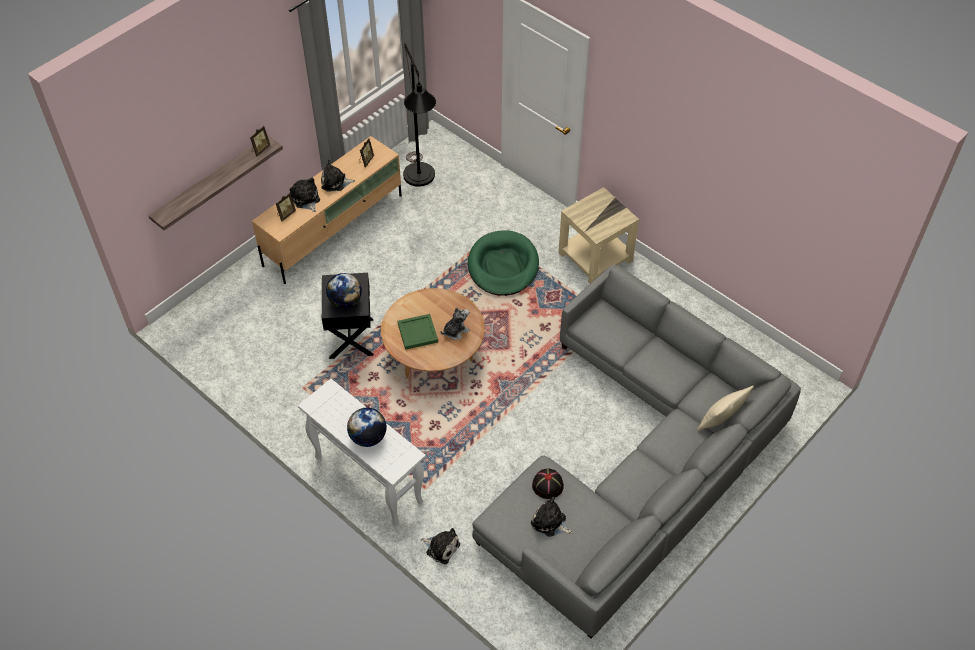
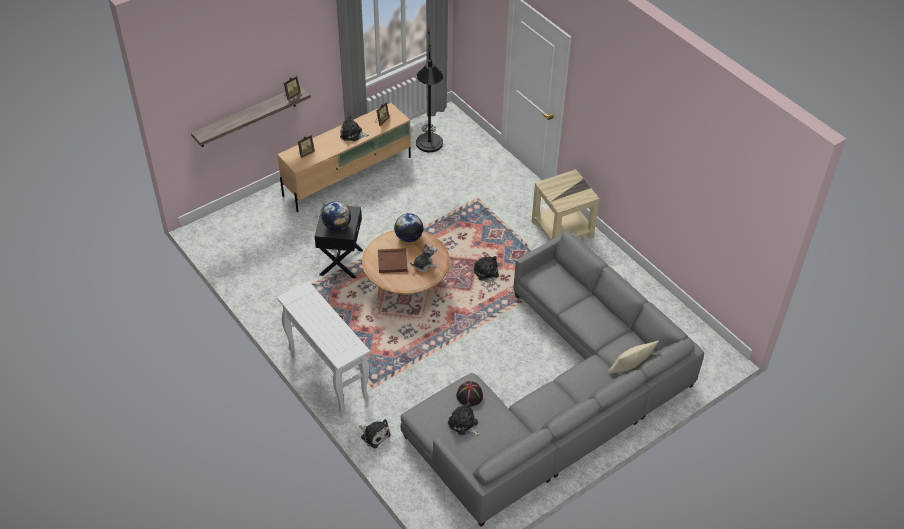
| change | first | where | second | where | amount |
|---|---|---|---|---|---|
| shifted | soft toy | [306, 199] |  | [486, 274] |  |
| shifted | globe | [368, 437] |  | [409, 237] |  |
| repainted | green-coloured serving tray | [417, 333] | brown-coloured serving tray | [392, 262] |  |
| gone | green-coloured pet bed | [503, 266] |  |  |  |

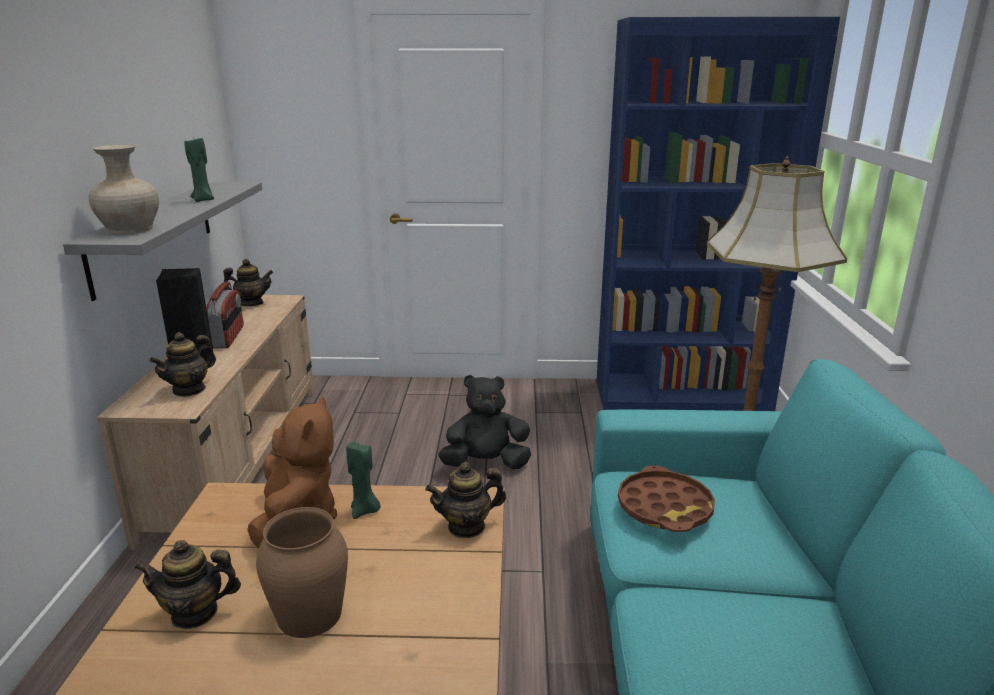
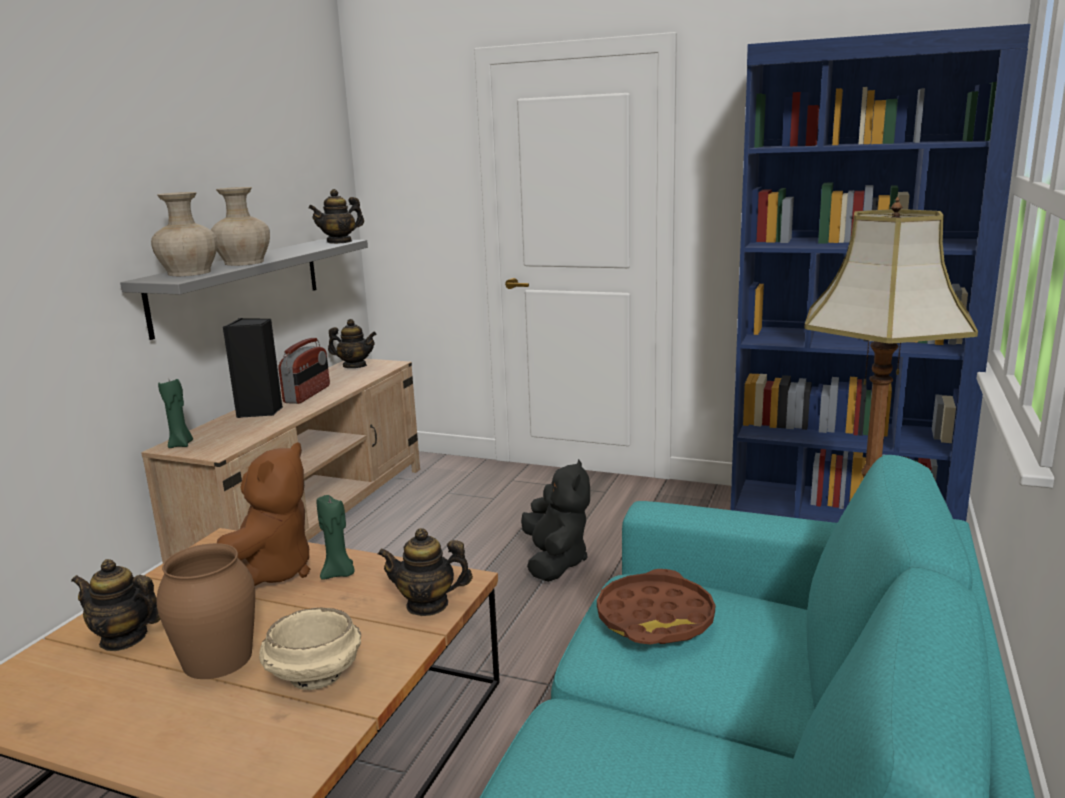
| change | first | where | second | where | amount |
|---|---|---|---|---|---|
| shifted | tea pot | [189, 389] |  | [339, 242] |  |
| shifted | green-coloured candle | [203, 200] |  | [181, 445] |  |
| rotated | black-coloured soft toy | [486, 463] |  | [555, 562] | 75 degrees clockwise |
| new |  |  | beige vase | [245, 263] |  |
| new |  |  | beige bowl | [314, 677] |  |

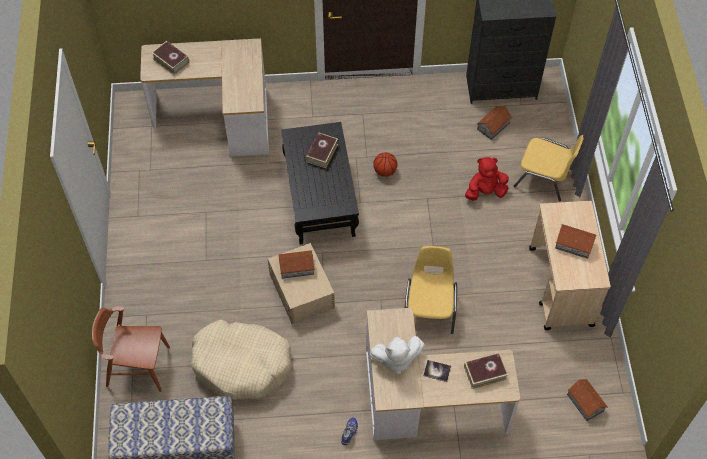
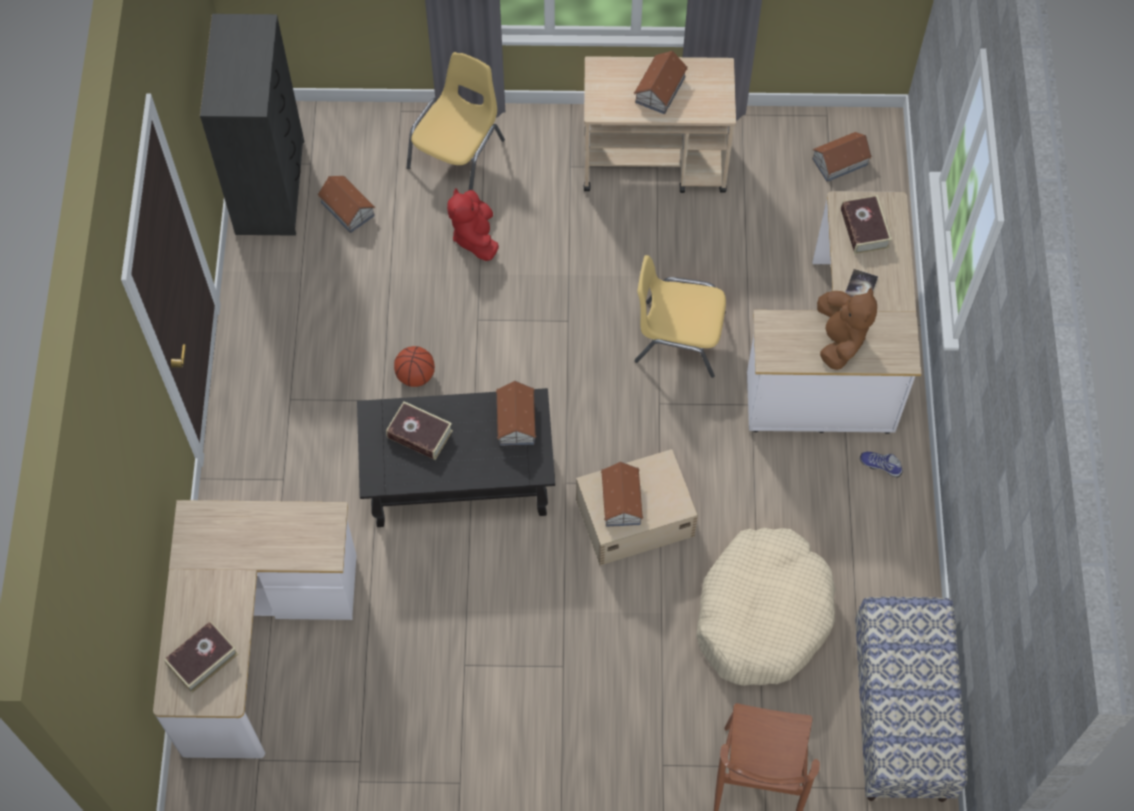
| change | first | where | second | where | amount |
|---|---|---|---|---|---|
| repainted | white soft toy | [396, 359] | brown-coloured soft toy | [840, 339] |  |
| new |  |  | toy house | [515, 421] |  |

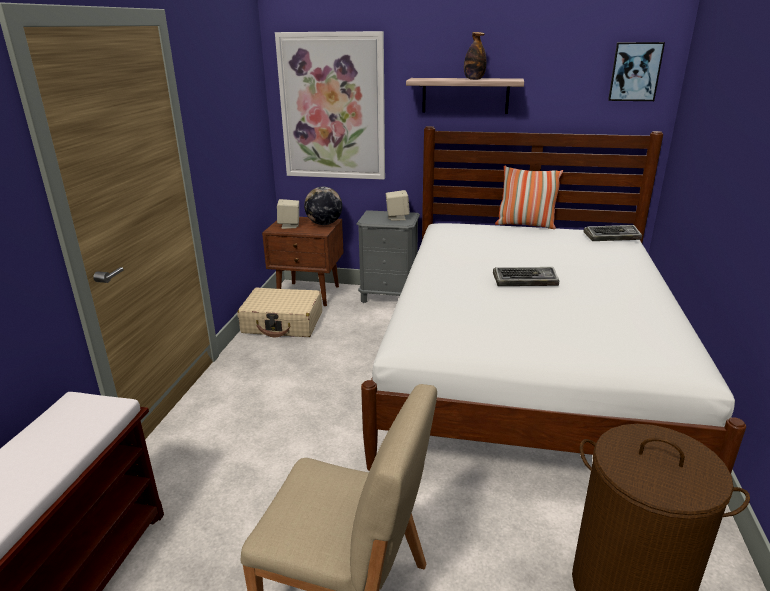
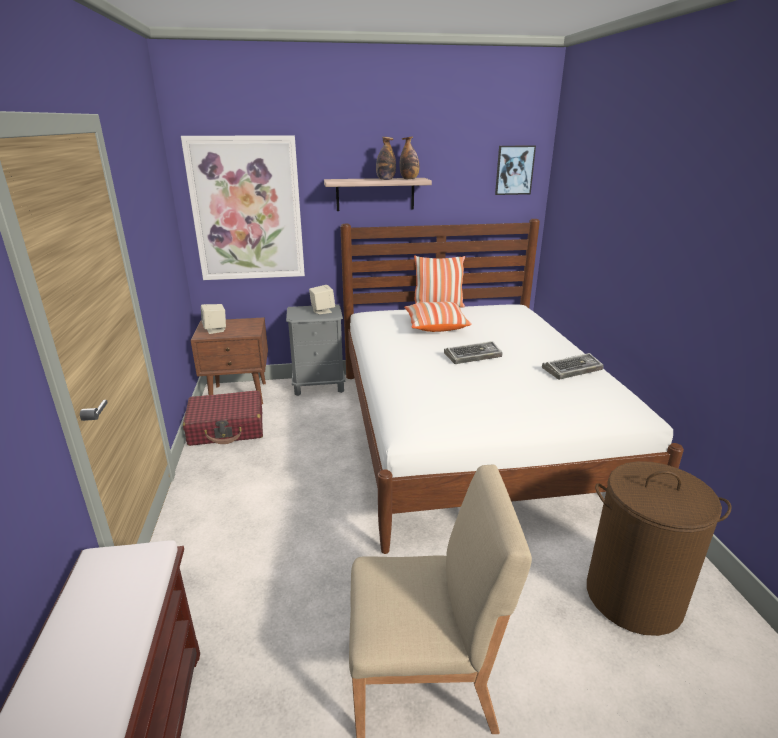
| change | first | where | second | where | amount |
|---|---|---|---|---|---|
| repainted | beige piece of luggage | [283, 323] | reddish piece of luggage | [227, 428] |  |
| gone | globe | [324, 224] |  |  |  |
| shifted | computer keyboard | [612, 237] |  | [572, 370] |  |
| new |  |  | beverage bottle | [409, 179] |  |
| new |  |  | pillow | [435, 326] |  |

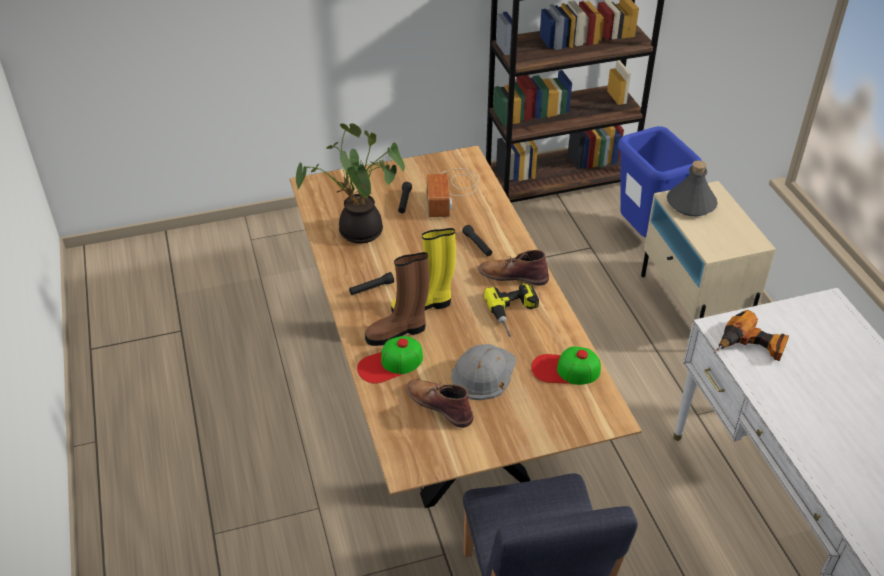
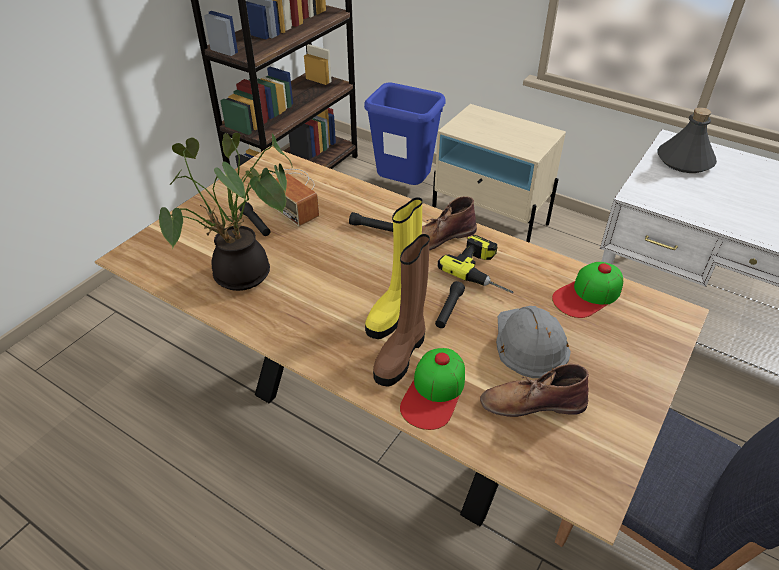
| change | first | where | second | where | amount |
|---|---|---|---|---|---|
| shifted | black-coloured flashlight | [371, 288] |  | [449, 310] |  |
| shifted | grey beverage bottle | [691, 204] |  | [685, 161] |  |
| gone | electric drill | [751, 347] |  |  |  |

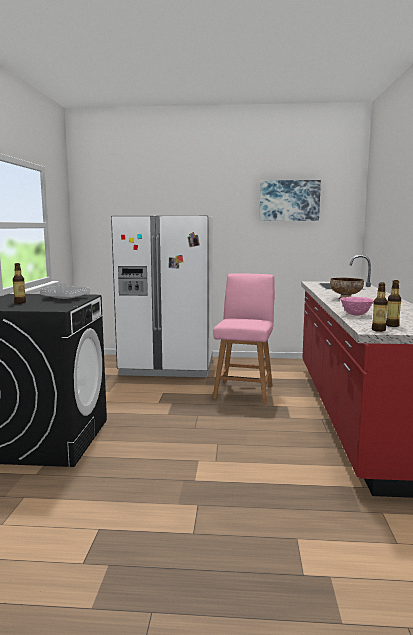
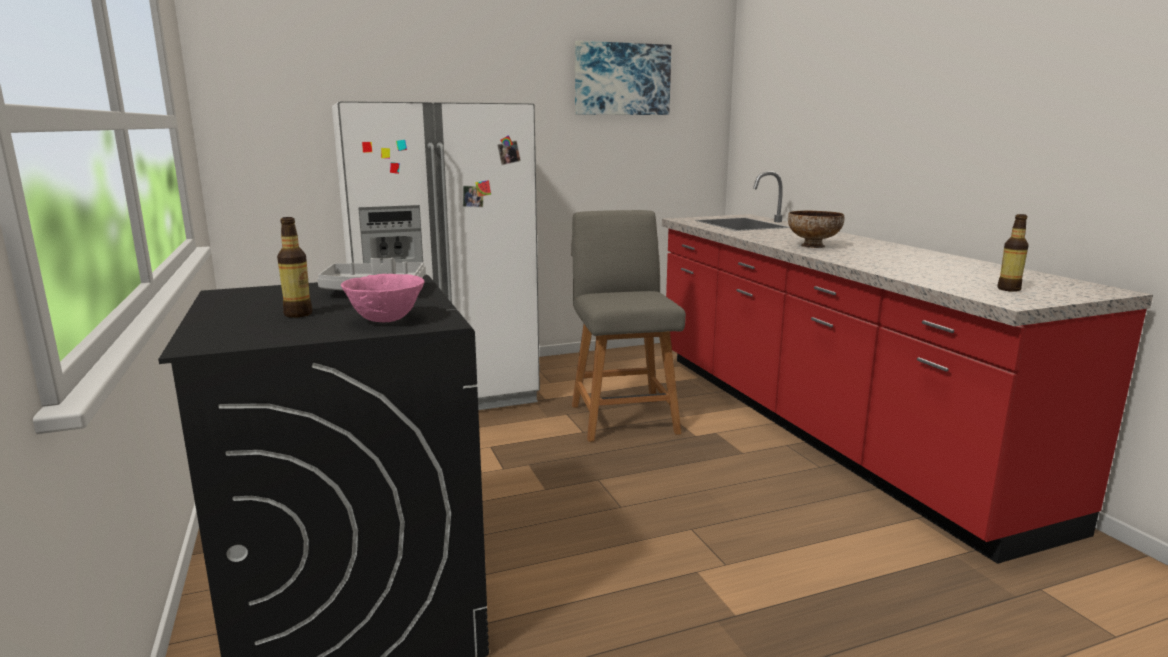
| change | first | where | second | where | amount |
|---|---|---|---|---|---|
| repainted | pink plain chair | [244, 391] | grey plain chair | [622, 417] |  |
| shifted | pink bowl | [356, 315] |  | [386, 320] |  |
| gone | beverage bottle | [378, 330] |  |  |  |

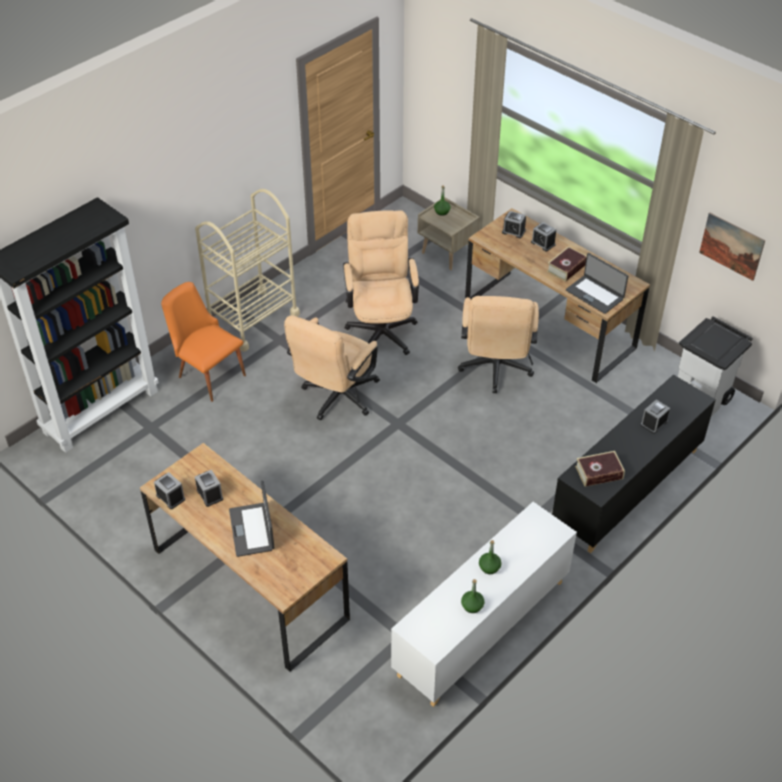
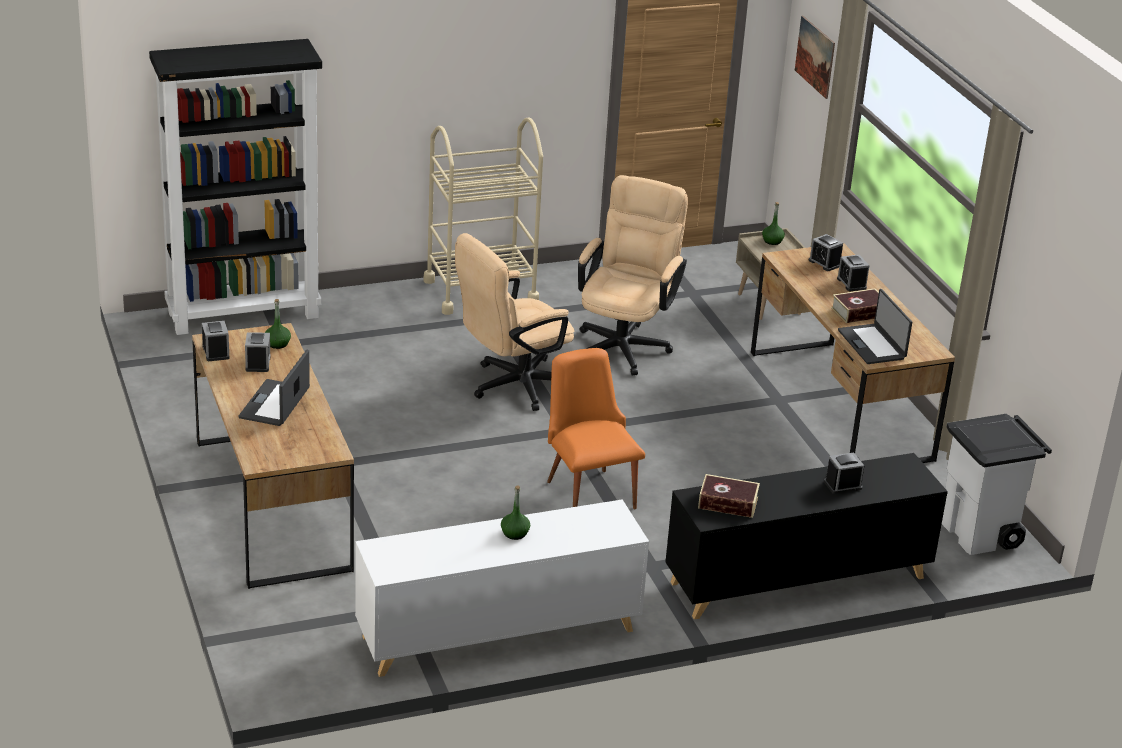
| change | first | where | second | where | amount |
|---|---|---|---|---|---|
| shifted | orange plain chair | [207, 373] |  | [587, 489] |  |
| gone | beige office chair | [495, 370] |  |  |  |
| shifted | green-coloured beverage bottle | [472, 606] |  | [277, 344] |  |
| shifted | picture | [731, 246] |  | [815, 56] |  |

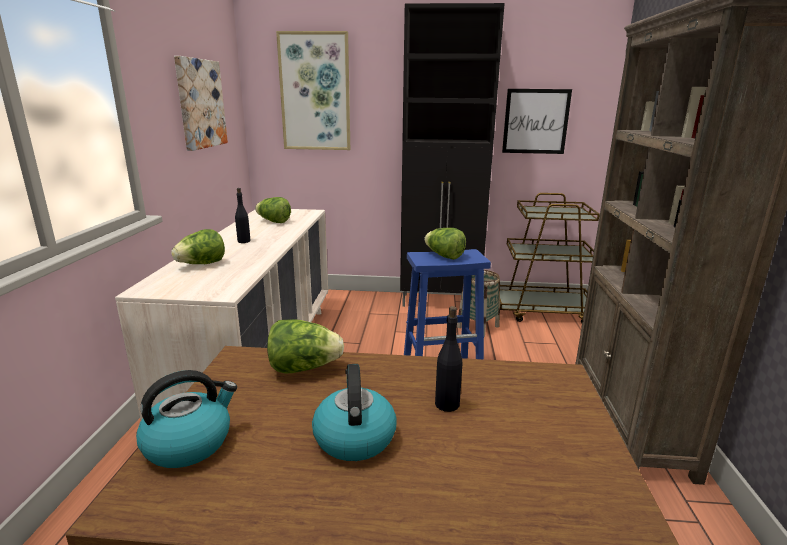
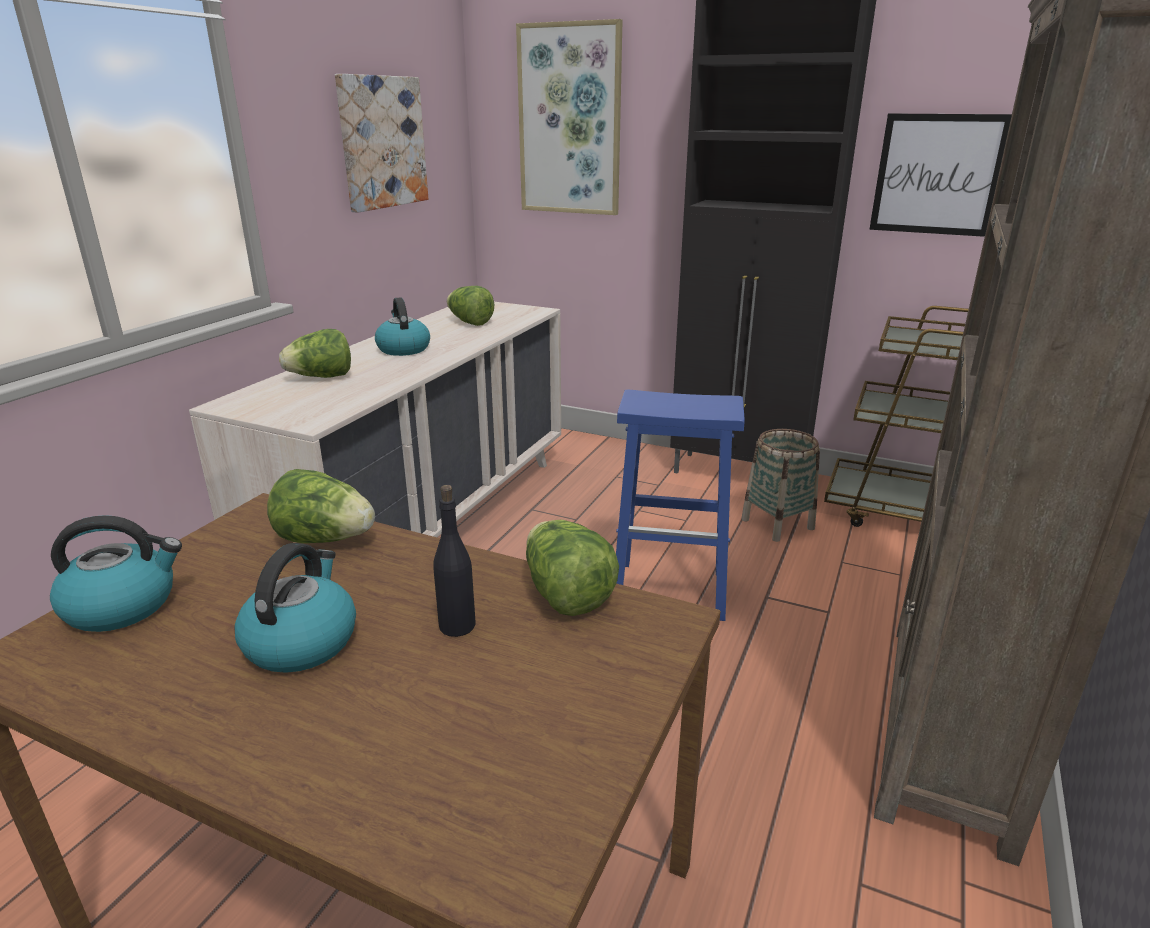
| change | first | where | second | where | amount |
|---|---|---|---|---|---|
| swapped | black-coloured beverage bottle | [244, 241] | water kettle | [403, 349] |  |
| shifted | lettuce head | [444, 256] |  | [566, 595] |  |

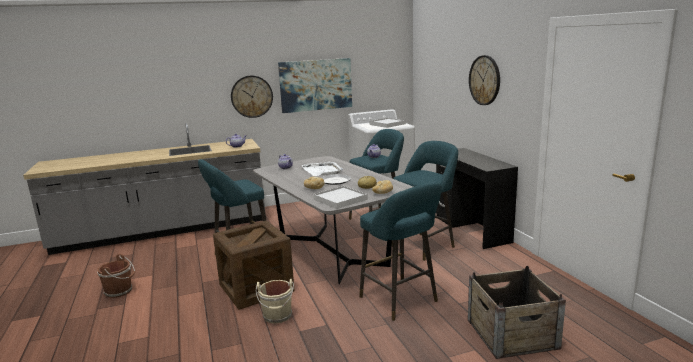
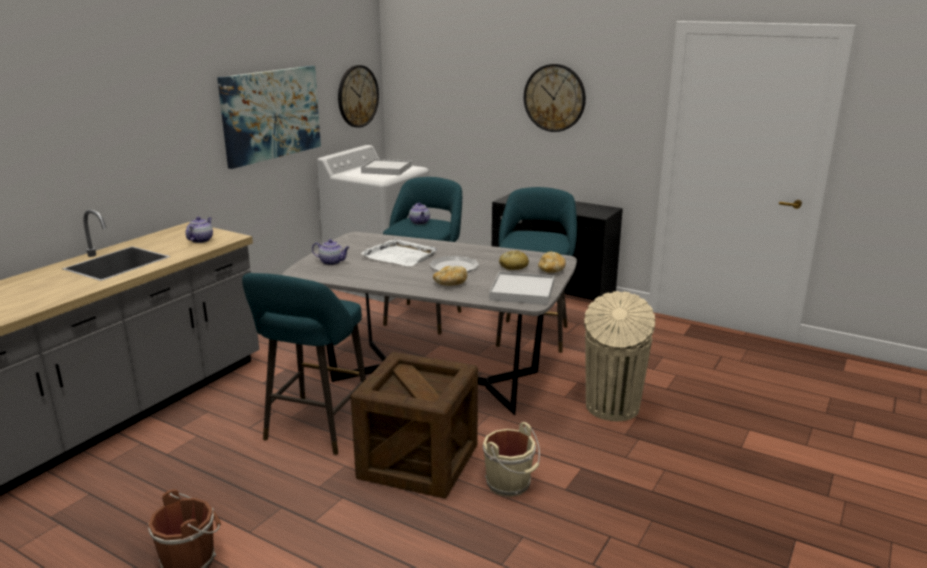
| change | first | where | second | where | amount |
|---|---|---|---|---|---|
| shifted | clock on the wall | [252, 96] |  | [357, 96] |  |
| swapped | turquoise-coloured stool seat | [401, 301] | beige rubbish bin | [612, 408] |  |
| gone | crate | [512, 334] |  |  |  |

